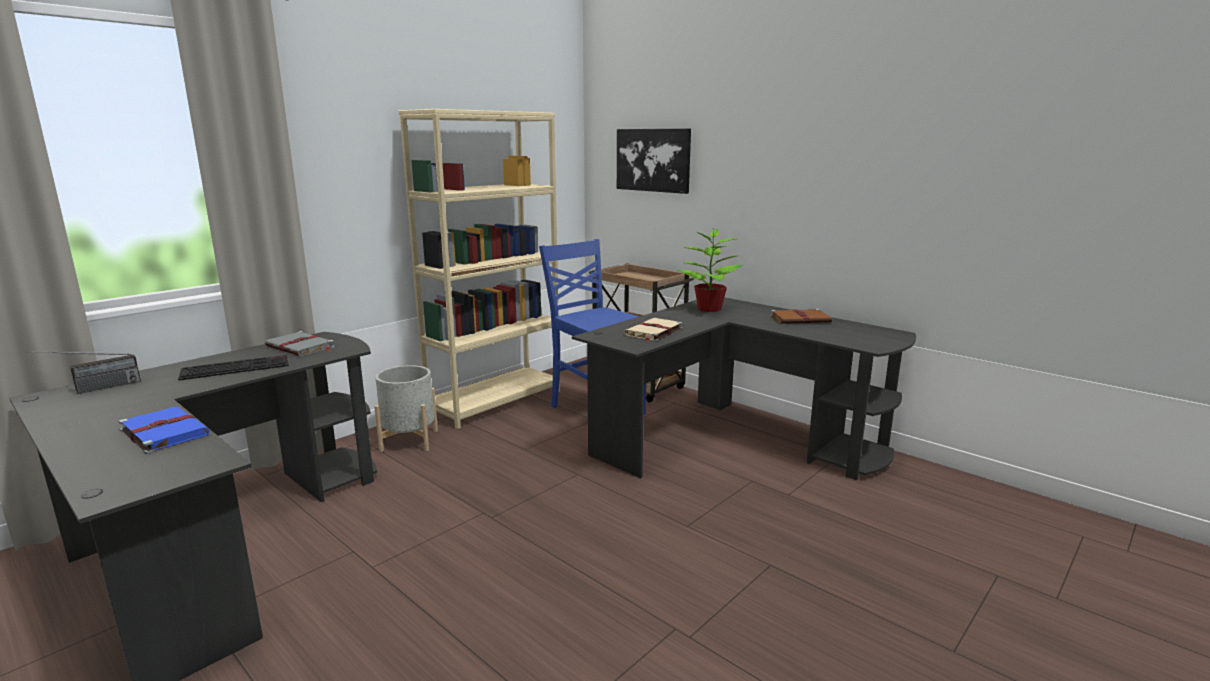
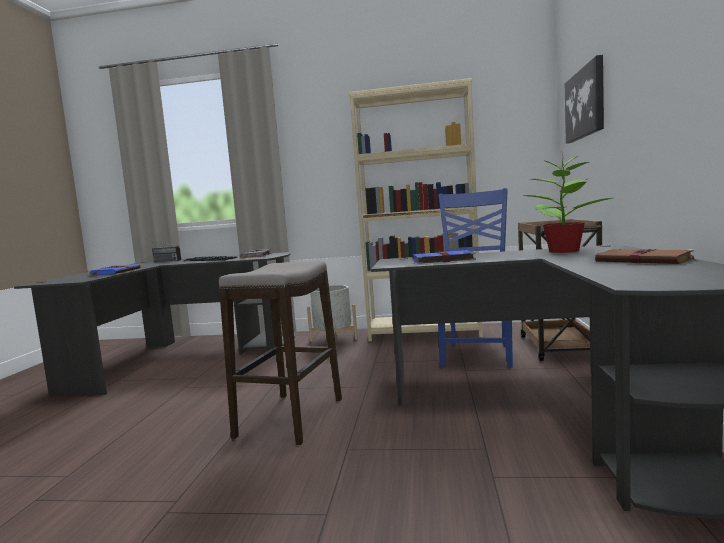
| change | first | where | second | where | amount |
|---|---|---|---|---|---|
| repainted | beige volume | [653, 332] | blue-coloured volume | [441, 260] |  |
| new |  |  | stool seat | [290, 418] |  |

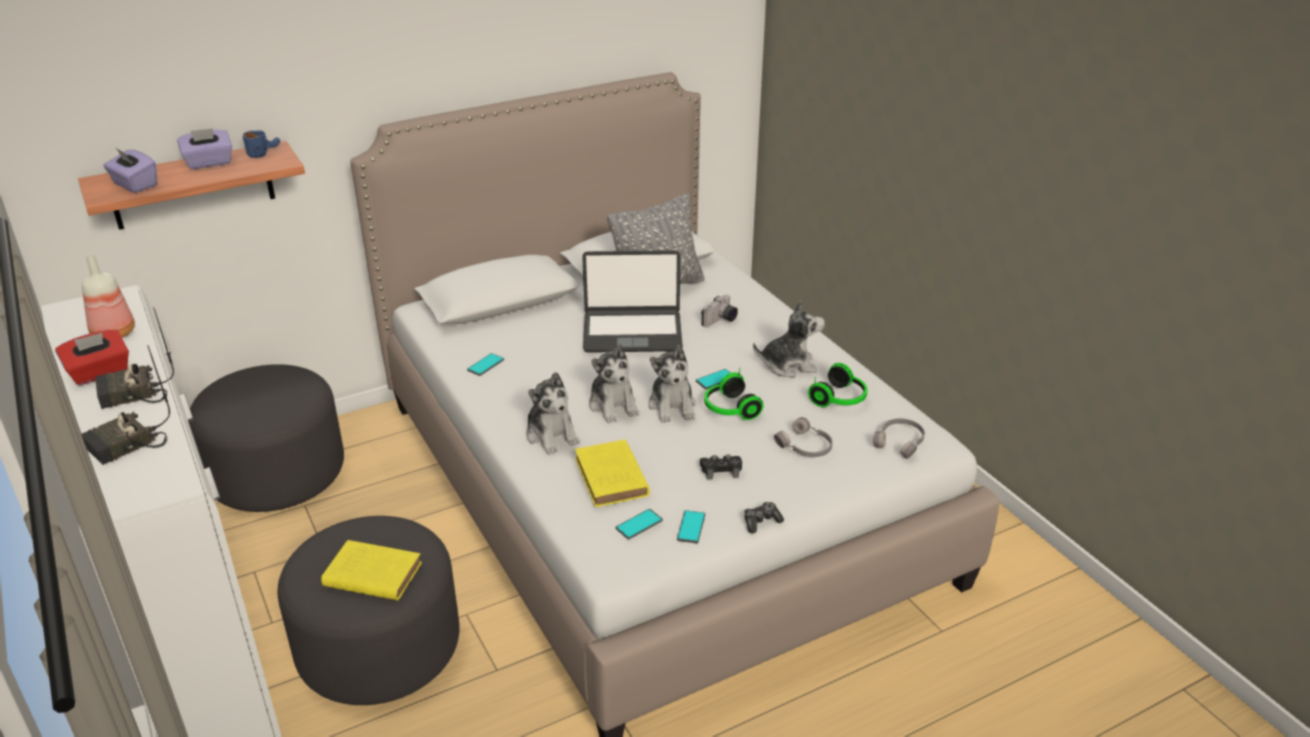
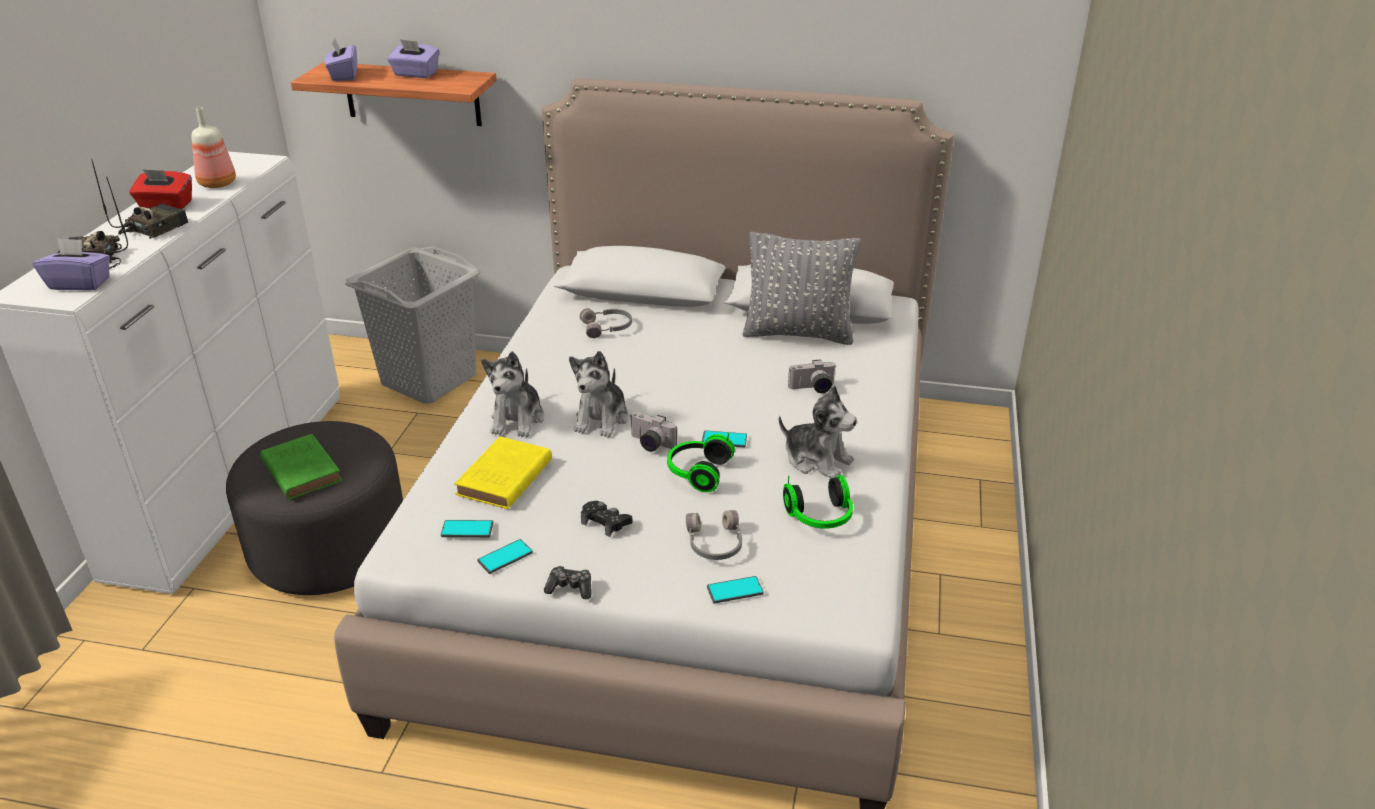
| change | first | where | second | where | amount |
|---|---|---|---|---|---|
| rotated | radio | [131, 395] |  | [153, 228] | 105 degrees clockwise |
| swapped | grey pouffe | [277, 473] | grey washing basket | [429, 380] |  |
| gone | blue-coloured mug | [264, 153] |  |  |  |
| repainted | yellow volume | [370, 574] | green-coloured volume | [301, 470] |  |
| shifted | phone | [485, 365] |  | [735, 590] |  |
| gone | portable computer | [632, 332] |  |  |  |
| swapped | soft toy | [672, 406] | still camera | [650, 444] |  |
| shifted | grey headphones | [900, 442] |  | [607, 328] |  |
| new |  |  | purple-coloured tissue holder | [80, 283] |  |

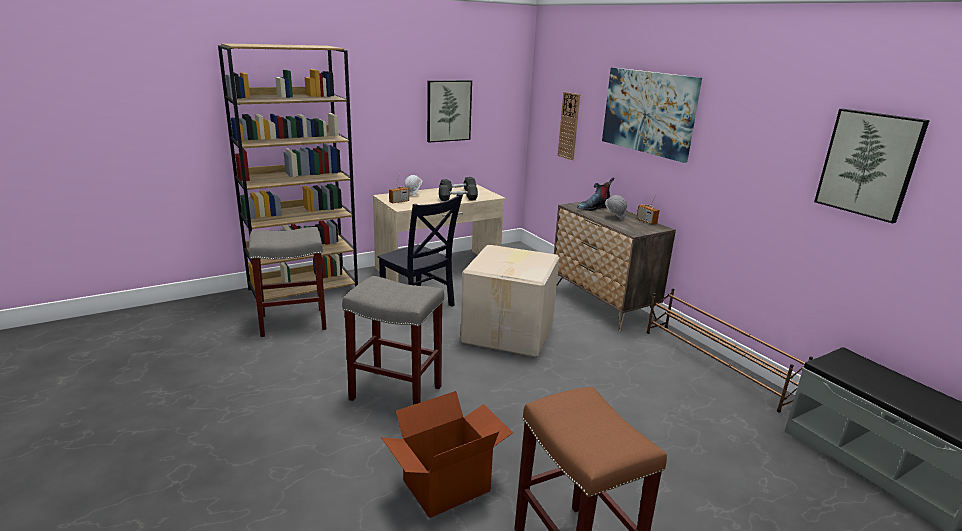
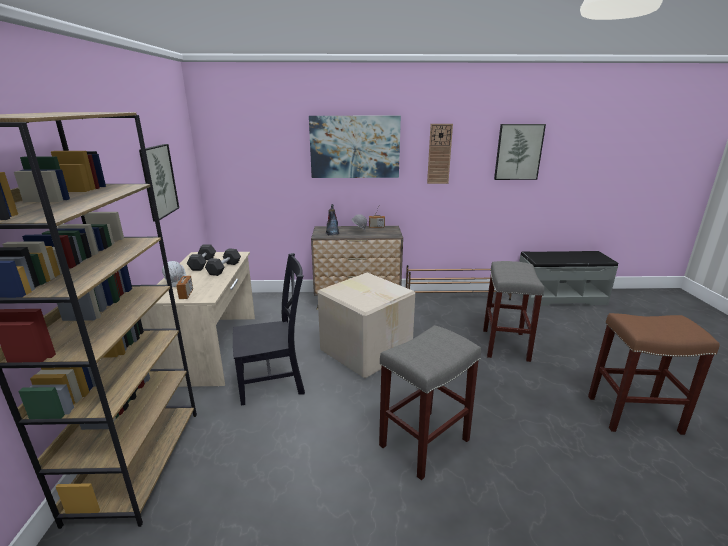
| change | first | where | second | where | amount |
|---|---|---|---|---|---|
| shifted | grey stool seat | [294, 322] |  | [504, 344] |  |
| gone | packing box | [445, 484] |  |  |  |
| shifted | clock on the wall | [569, 126] |  | [439, 154] |  |

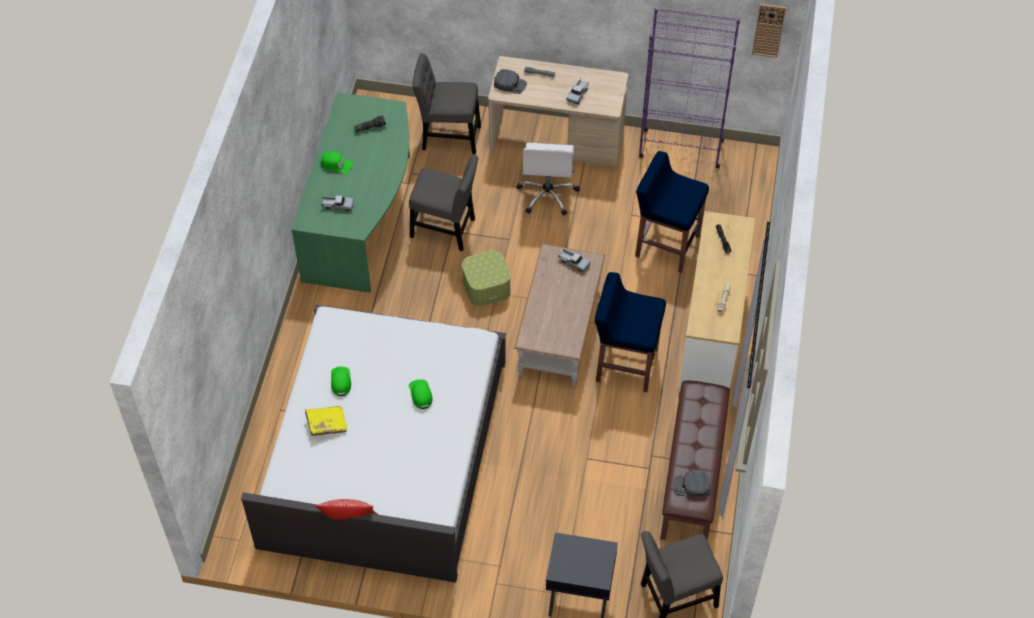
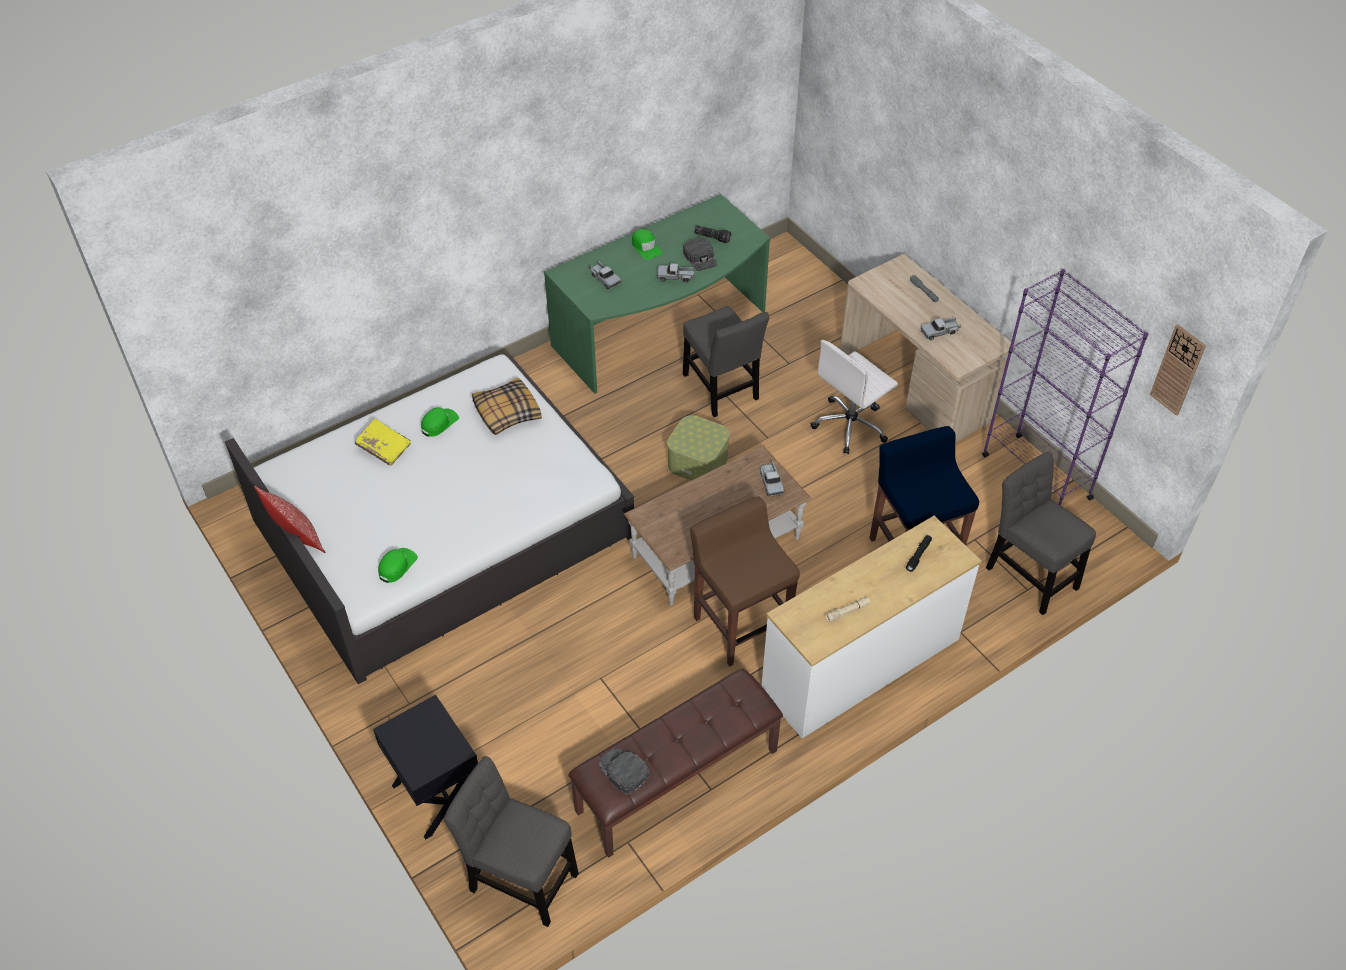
| change | first | where | second | where | amount |
|---|---|---|---|---|---|
| shifted | green-coloured baseball cap | [420, 394] |  | [397, 566] |  |
| shifted | grey plain chair | [448, 136] |  | [1029, 574] |  |
| shifted | black-coloured baseball cap | [510, 84] |  | [700, 257] |  |
| repainted | blue-coloured stool seat | [625, 364] | brown-coloured stool seat | [740, 625] |  |
| new |  |  | pillow | [506, 412] |  |
| new |  |  | toy truck | [675, 277] |  |

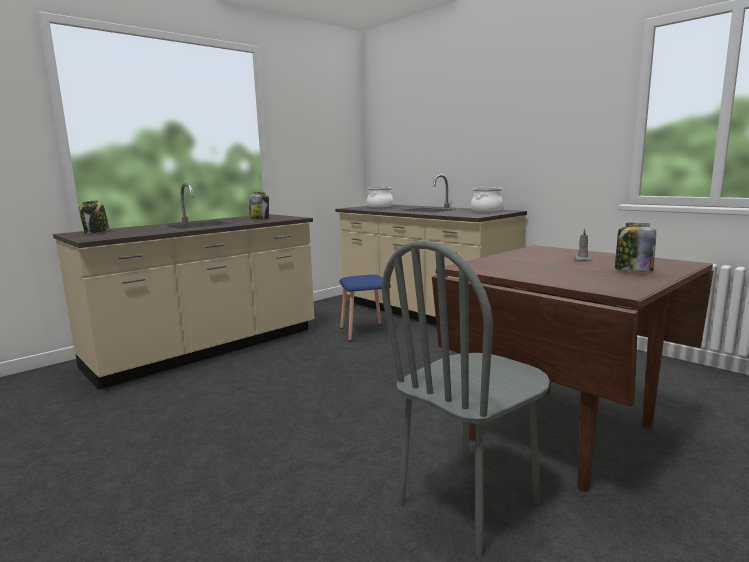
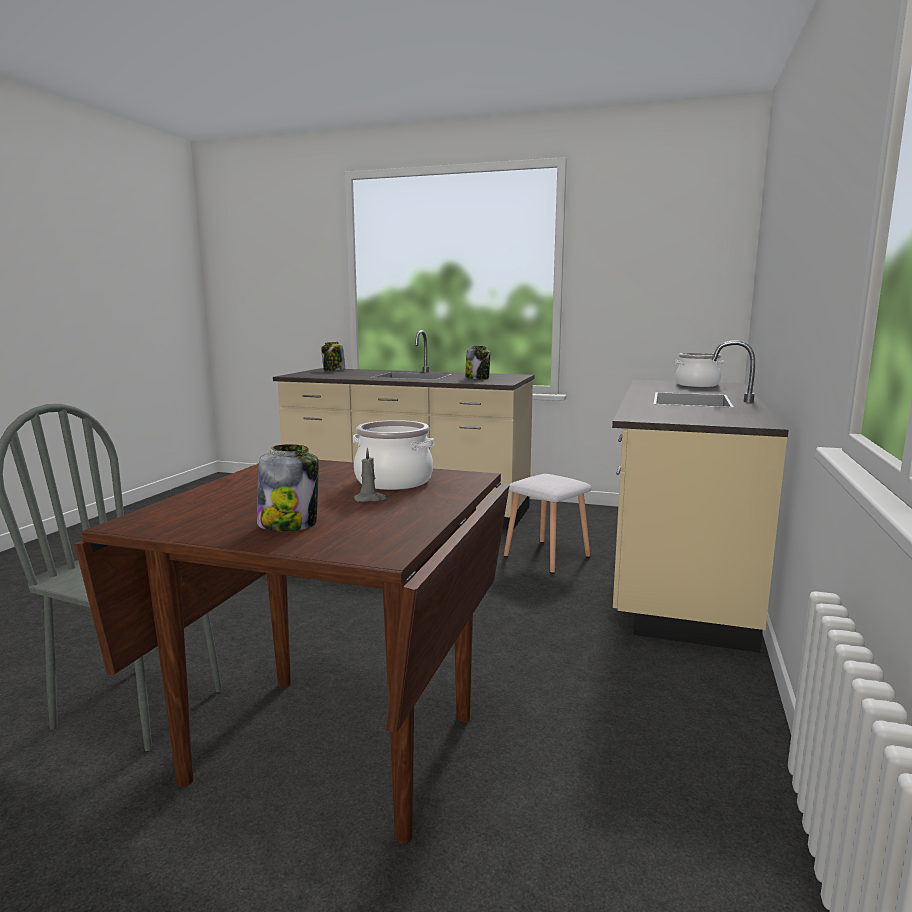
| change | first | where | second | where | amount |
|---|---|---|---|---|---|
| repainted | blue-coloured stool seat | [366, 331] | white stool seat | [548, 556] |  |
| shifted | cooking pot | [486, 210] |  | [394, 481] |  |

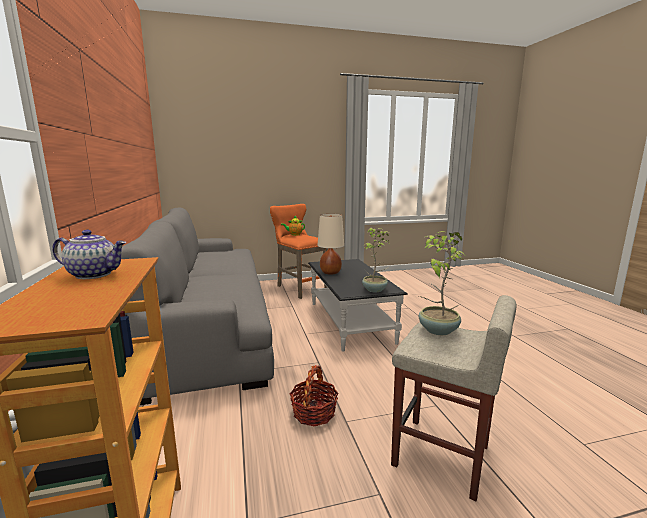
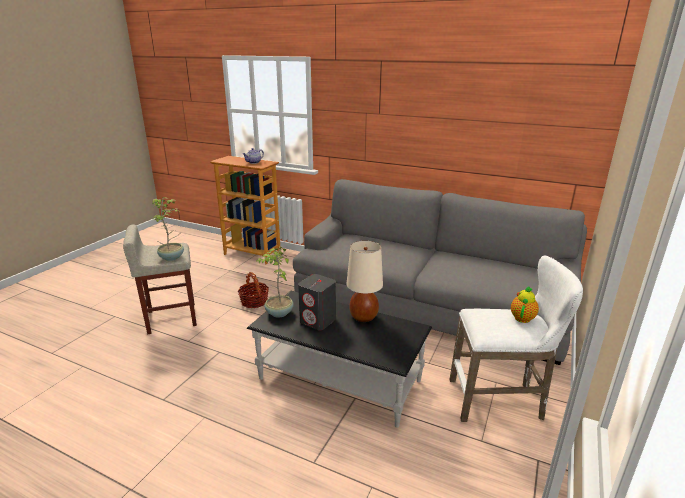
| change | first | where | second | where | amount |
|---|---|---|---|---|---|
| repainted | orange stool seat | [299, 288] | white stool seat | [500, 401] |  |
| new |  |  | grey loudspeaker | [318, 321] |  |

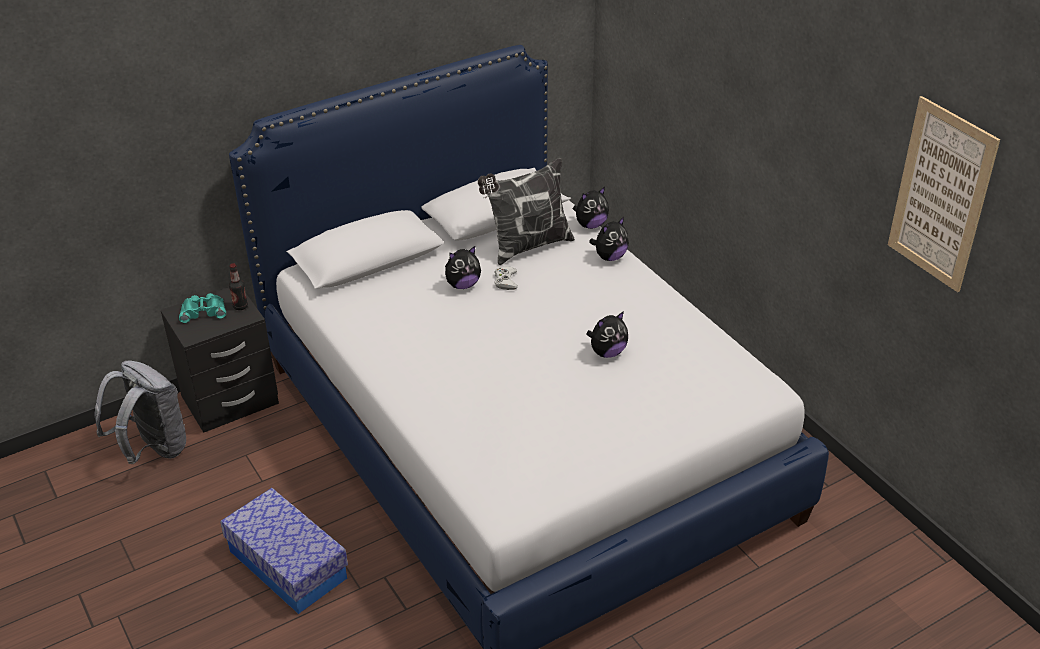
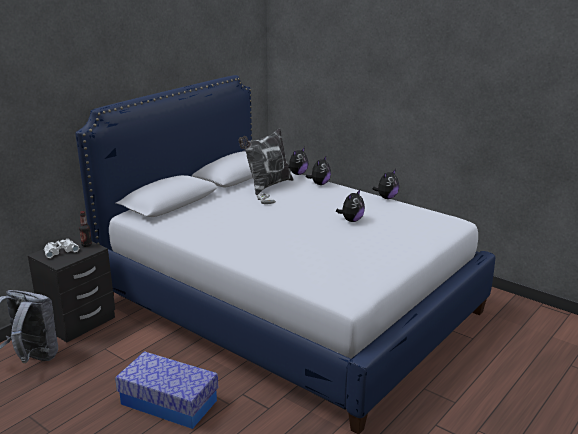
| change | first | where | second | where | amount |
|---|---|---|---|---|---|
| repainted | turquoise-coloured pair of binoculars | [203, 311] | white pair of binoculars | [60, 251] |  |
| shifted | soft toy | [462, 285] |  | [386, 198] |  |
| gone | picture | [941, 195] |  |  |  |

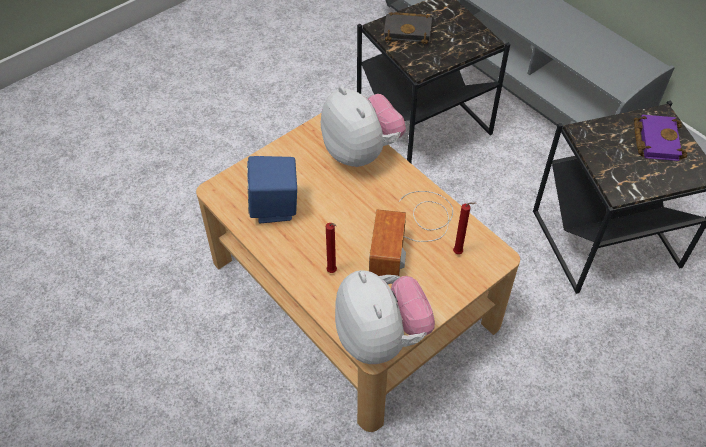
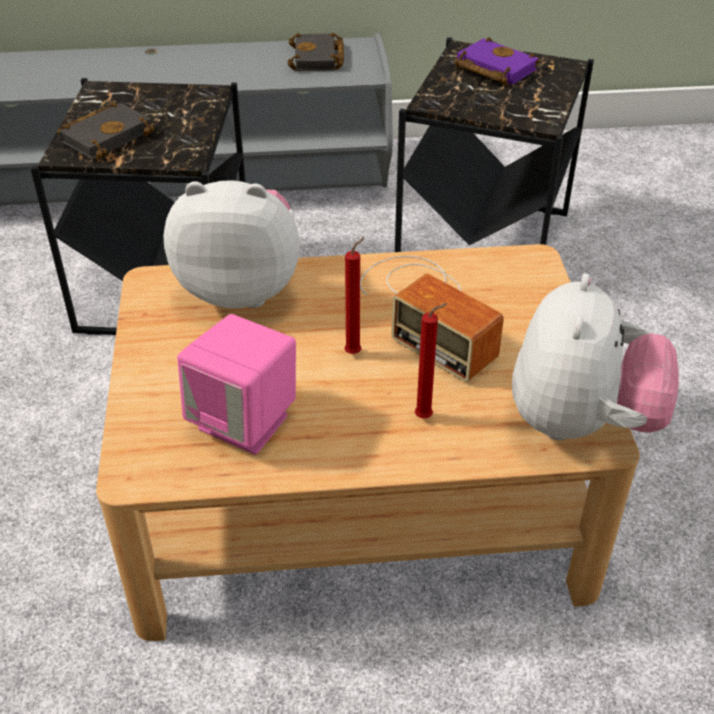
| change | first | where | second | where | amount |
|---|---|---|---|---|---|
| repainted | blue-coloured loudspeaker | [275, 208] | pink loudspeaker | [245, 422] |  |
| rotated | soft toy | [381, 338] |  | [581, 422] | 90 degrees clockwise |
| shifted | reddish candle | [459, 253] |  | [355, 352] |  |
| new |  |  | black-coloured volume | [318, 59] |  |

